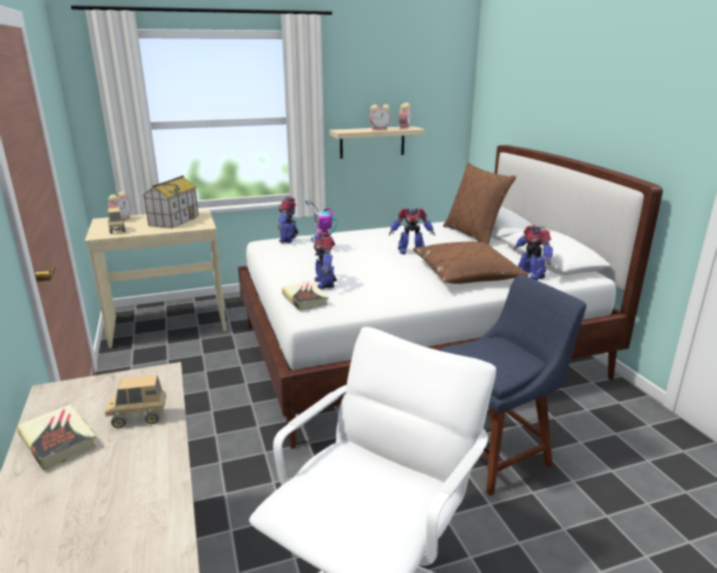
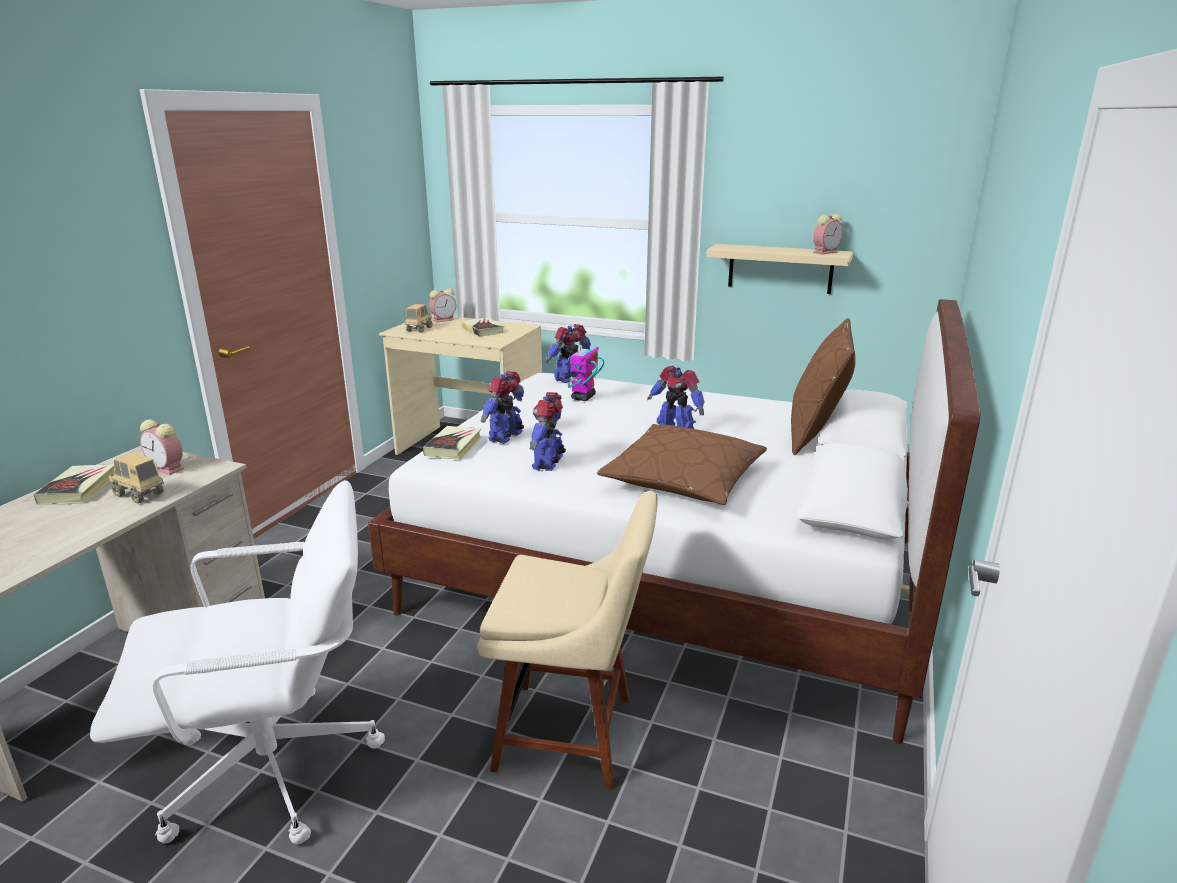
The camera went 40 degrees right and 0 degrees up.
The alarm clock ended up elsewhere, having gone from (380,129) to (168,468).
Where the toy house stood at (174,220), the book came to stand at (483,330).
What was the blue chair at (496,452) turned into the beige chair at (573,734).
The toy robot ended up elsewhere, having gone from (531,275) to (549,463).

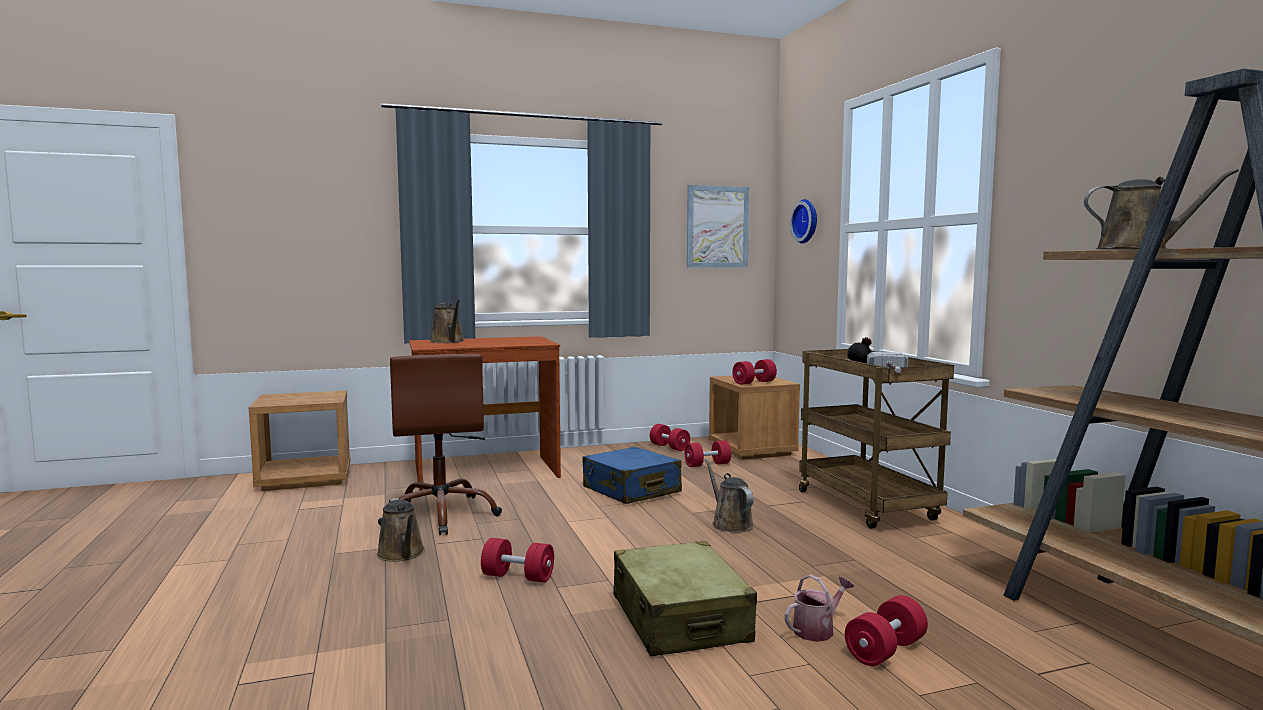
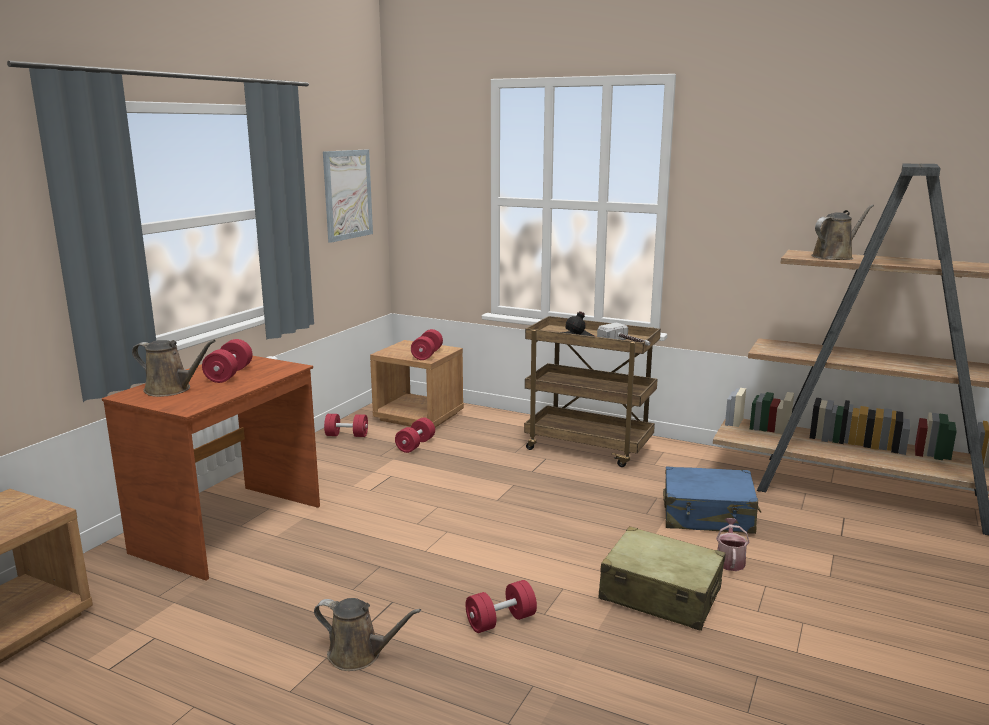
The camera went 45 degrees left and 10 degrees up.
The red dumbbell ended up elsewhere, having gone from (885,650) to (229,374).
The blue suitcase ended up elsewhere, having gone from (631,490) to (708,515).
The second view lost the brown office chair at (441,515).
The second view lost the brown watering can at (730,523).
The second view lost the wall clock at (807,221).

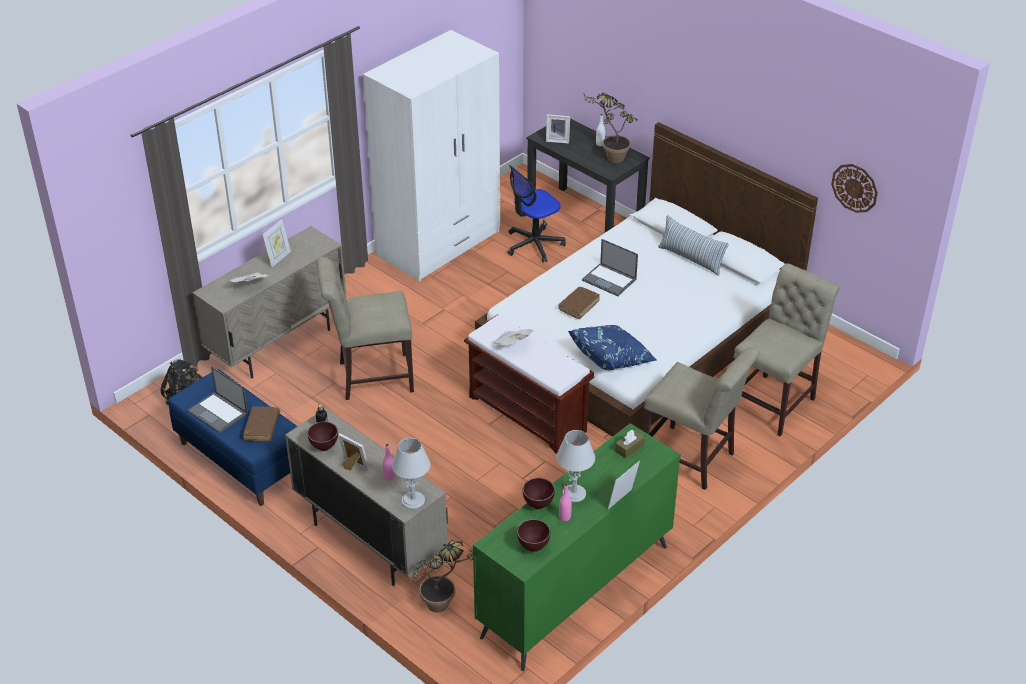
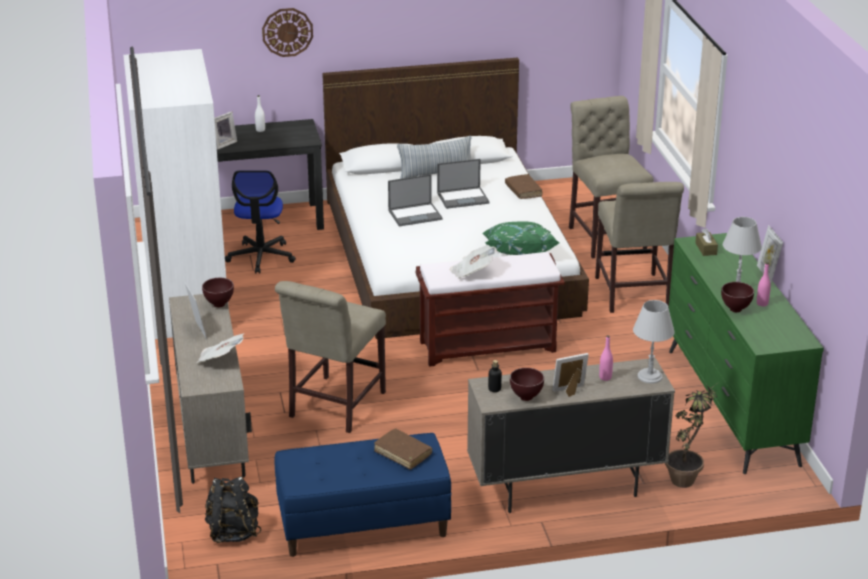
The camera went 55 degrees left and 10 degrees down.
The brown bowl ended up elsewhere, having gone from (534,547) to (220,304).
The wall clock ended up elsewhere, having gone from (854,188) to (287,32).
The laptop ended up elsewhere, having gone from (218,412) to (463,198).
What was the blue pillow at (612,358) turned into the green pillow at (519,251).
The brown book ended up elsewhere, having gone from (579,306) to (523,191).
The beige chair at (692,460) ended up facing another way, 105 degrees clockwise from before.
The second view lost the potted plant at (609,157).

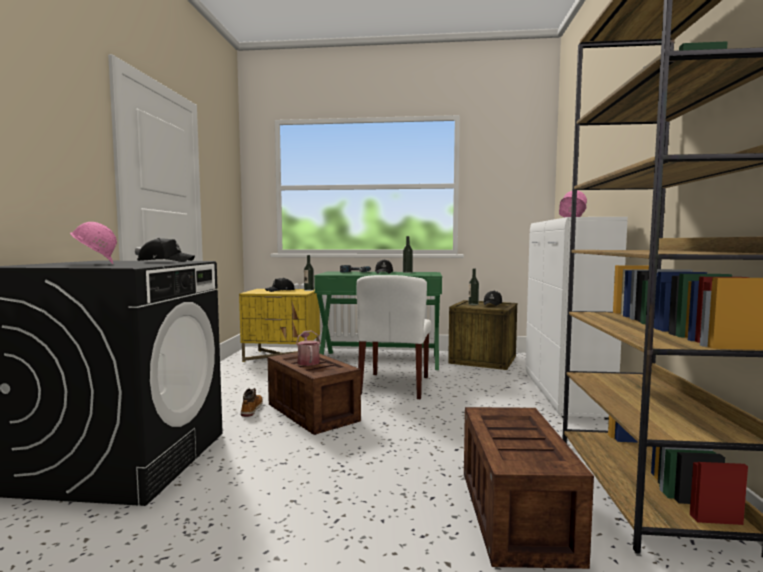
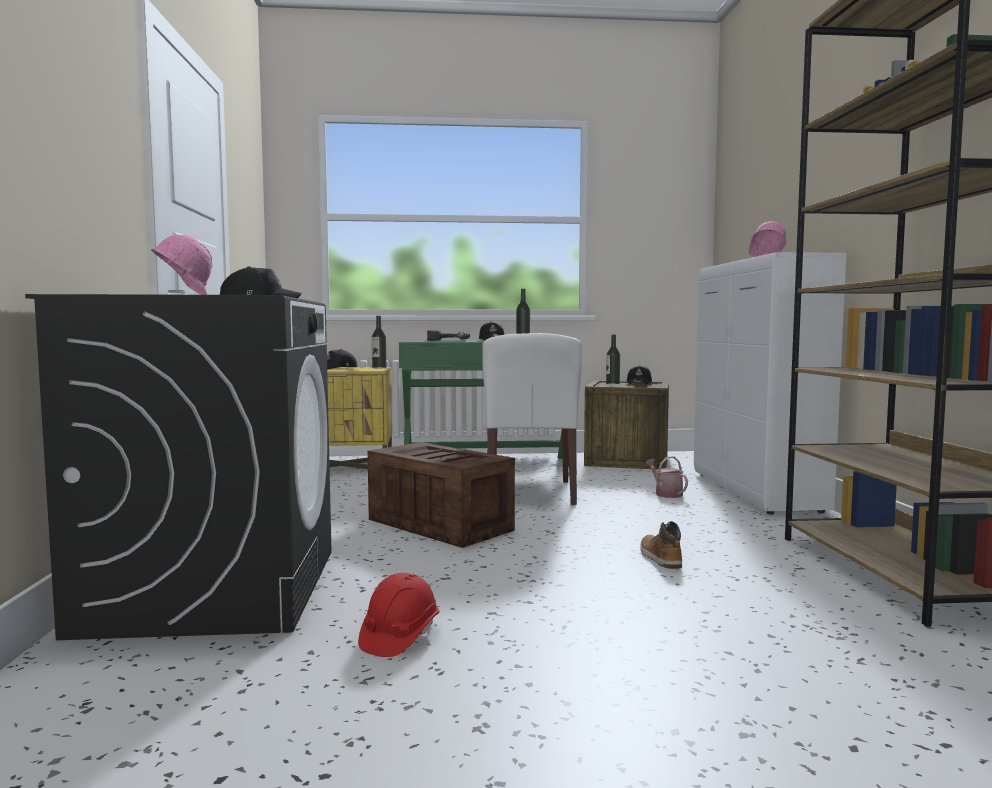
The camera went 10 degrees left and 0 degrees up.
The second view gained the red hard hat at (399,636).
The boot ended up elsewhere, having gone from (251,409) to (659,558).
The watering can ended up elsewhere, having gone from (308,361) to (666,493).
The second view lost the crate at (517,514).

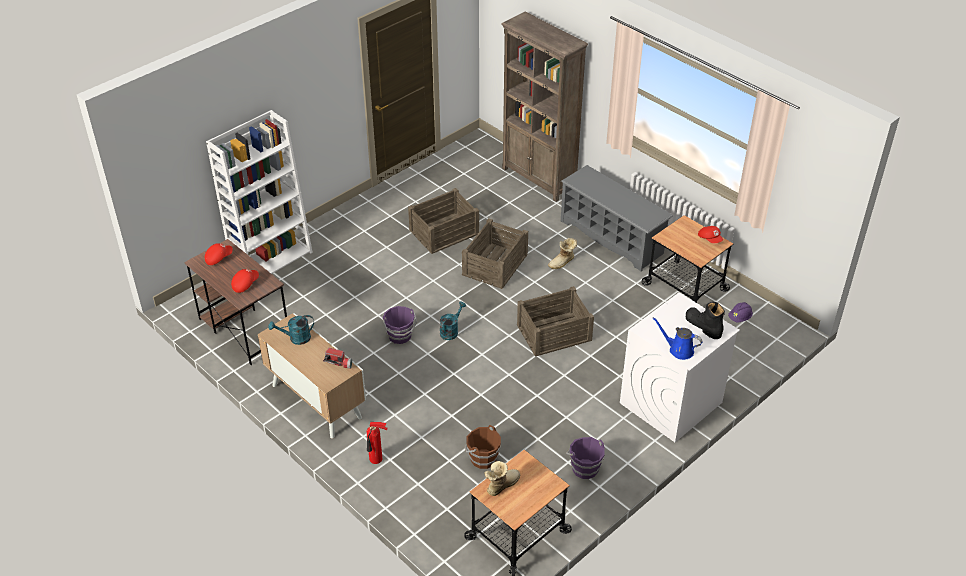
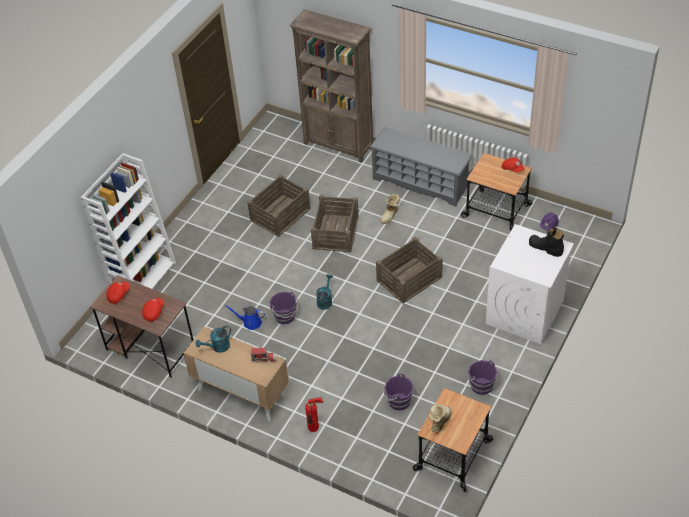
The camera went 15 degrees left and 5 degrees up.
The blue watering can ended up elsewhere, having gone from (678,350) to (250,322).
What was the brown bucket at (482,458) turned into the purple bucket at (398,401).

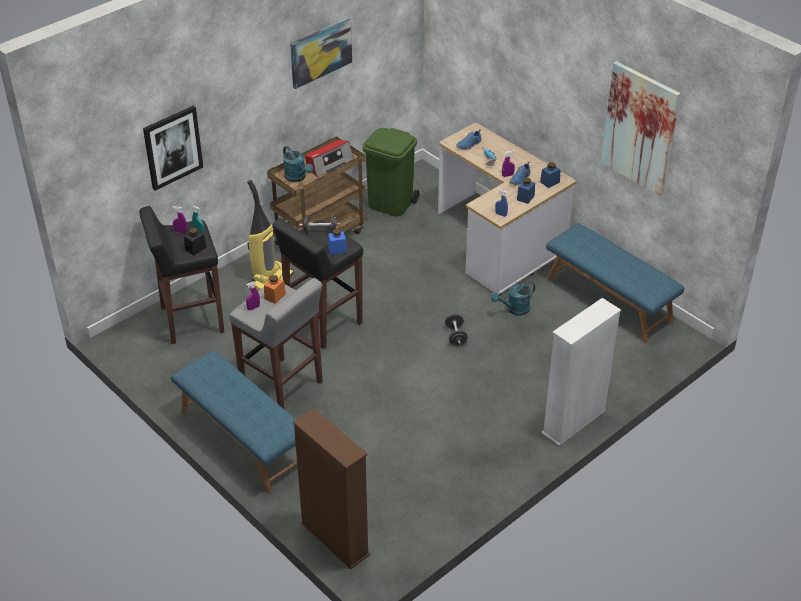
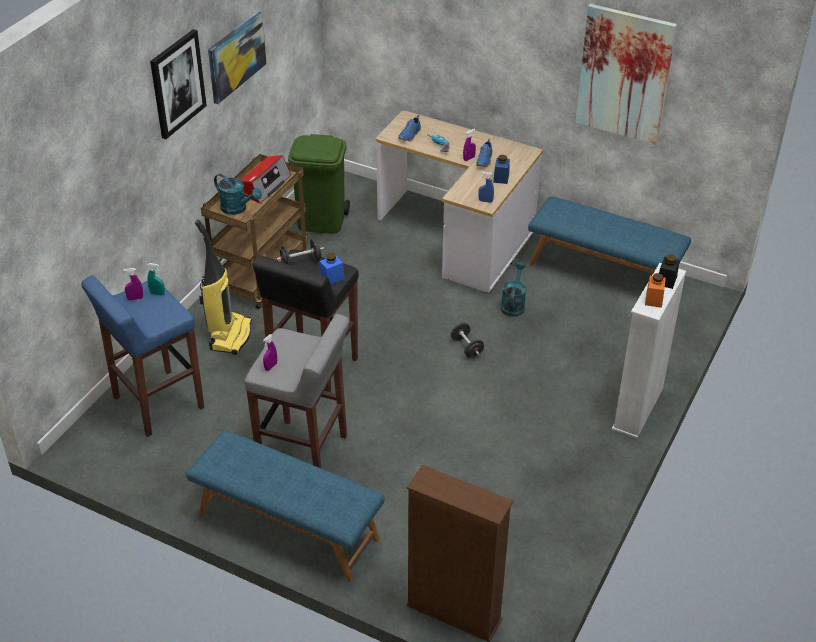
The camera went 20 degrees left and 0 degrees up.
What was the black stool at (191,320) turned into the blue stool at (157,403).
The picture ended up elsewhere, having gone from (172,147) to (177,83).
The turquoise watering can at (514,310) ended up facing another way, 150 degrees clockwise from before.
The orange jar ended up elsewhere, having gone from (275,296) to (654,299).
The black jar ended up elsewhere, having gone from (195,248) to (666,280).
The second view lost the blue jar at (550,182).

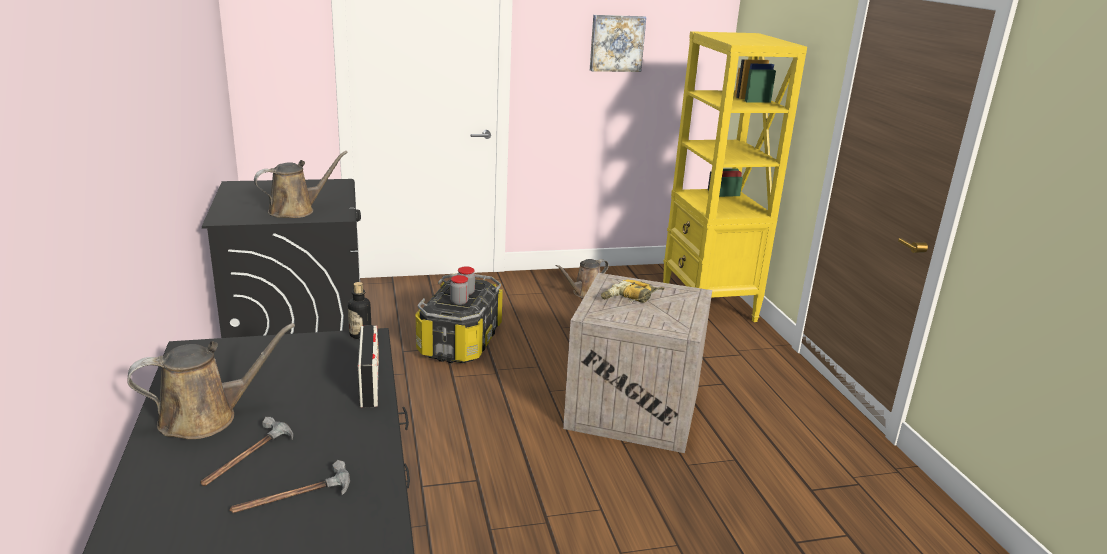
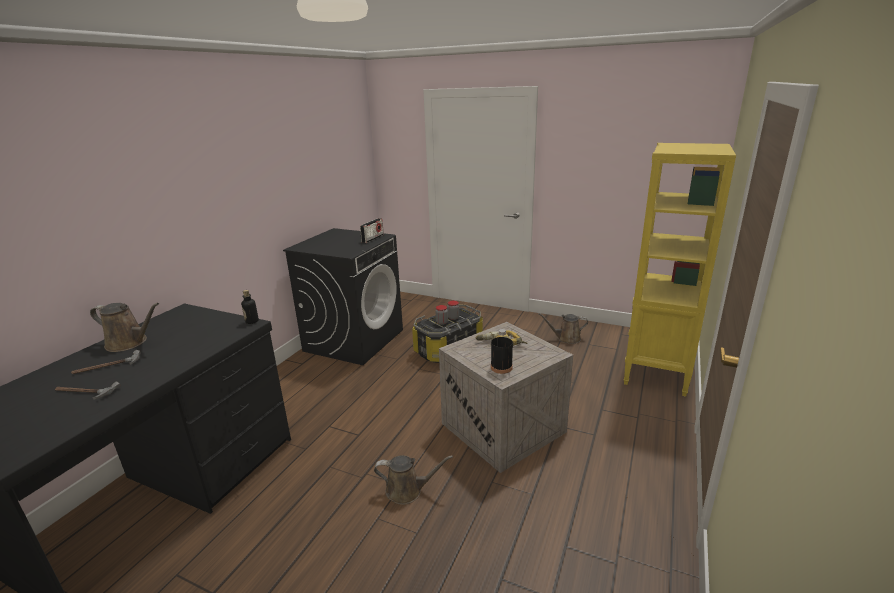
The camera went 40 degrees right and 0 degrees up.
The radio ended up elsewhere, having gone from (369,385) to (372,238).
The brown watering can ended up elsewhere, having gone from (296,210) to (407,490).
The second view gained the black bottle at (501,367).
The second view lost the picture at (616,43).

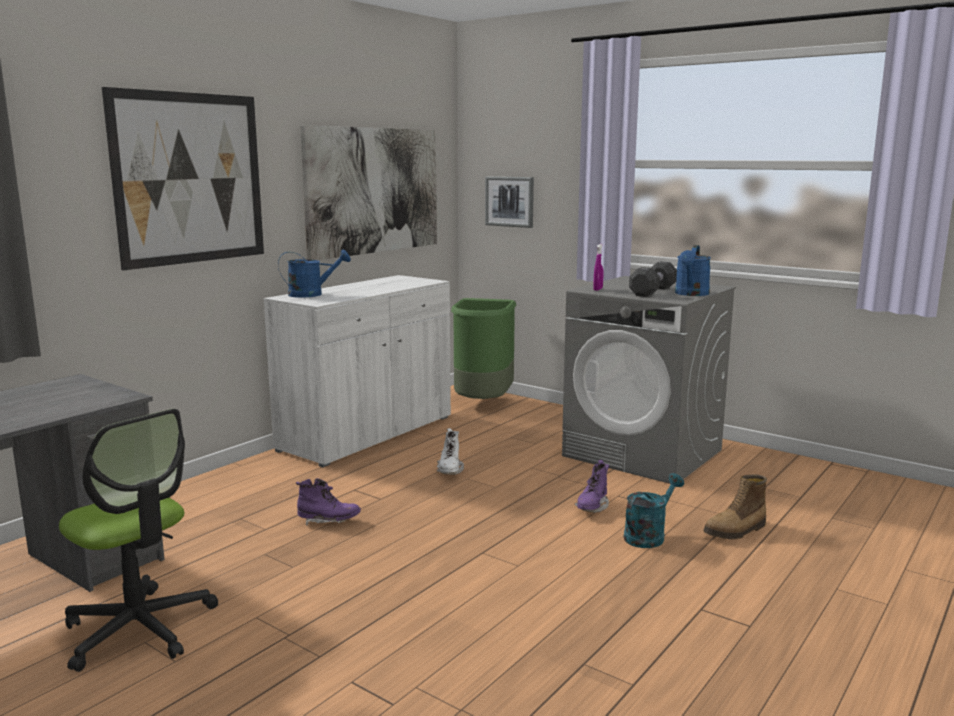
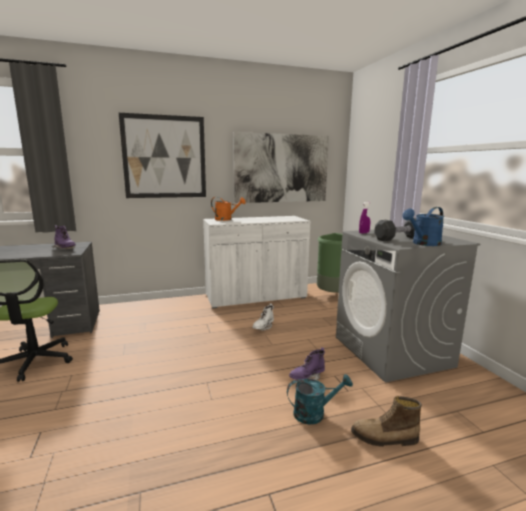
The camera went 35 degrees right and 0 degrees up.
The purple boot ended up elsewhere, having gone from (328,521) to (65,249).
What was the blue watering can at (312,294) turned into the orange watering can at (226,219).
The second view lost the picture at (509,201).

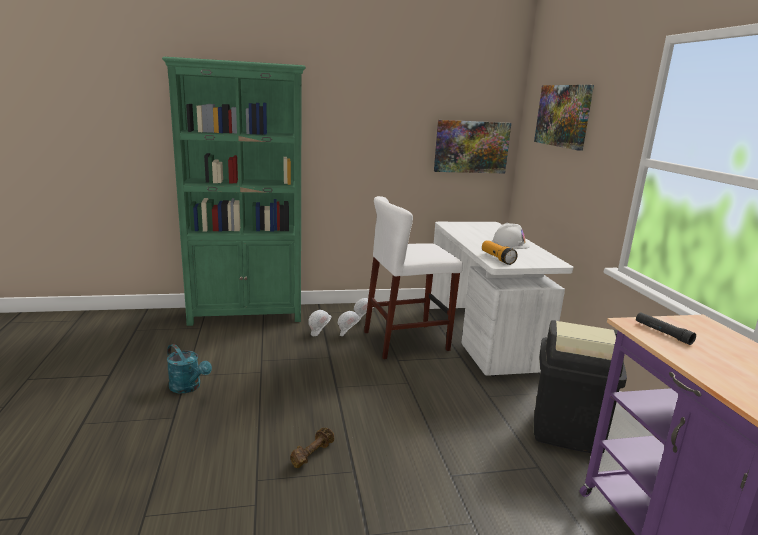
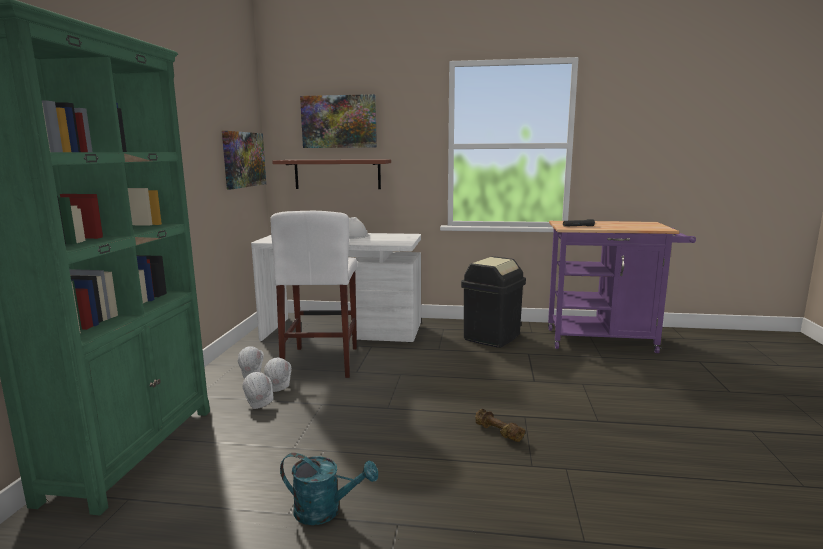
The camera went 70 degrees left and 5 degrees down.
The second view gained the shelf at (337,174).
The turquoise watering can at (188,387) ended up facing another way, 45 degrees clockwise from before.
The second view lost the flashlight at (497,258).

